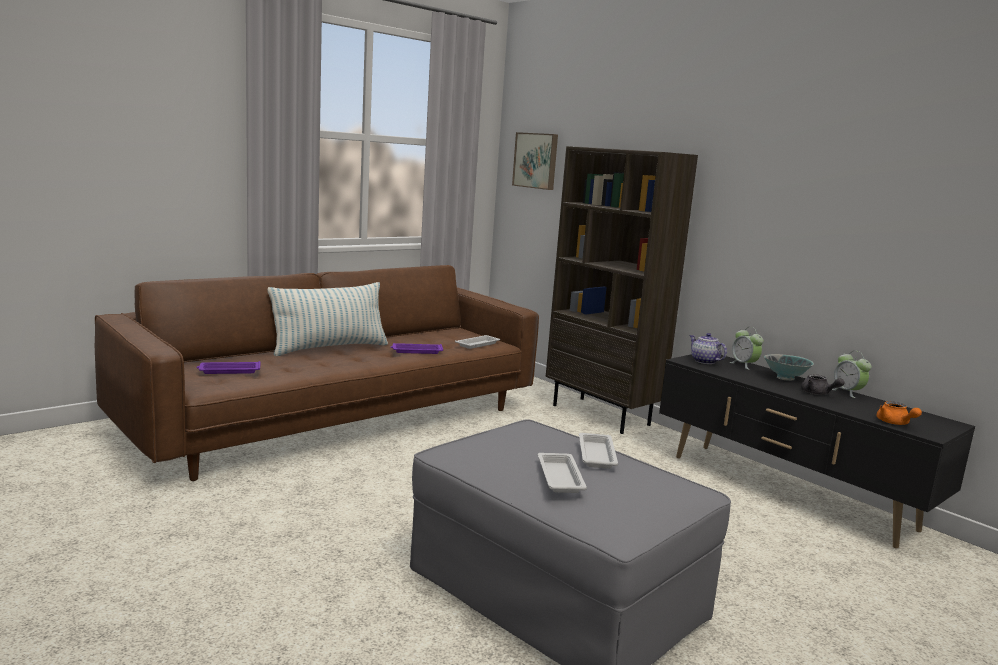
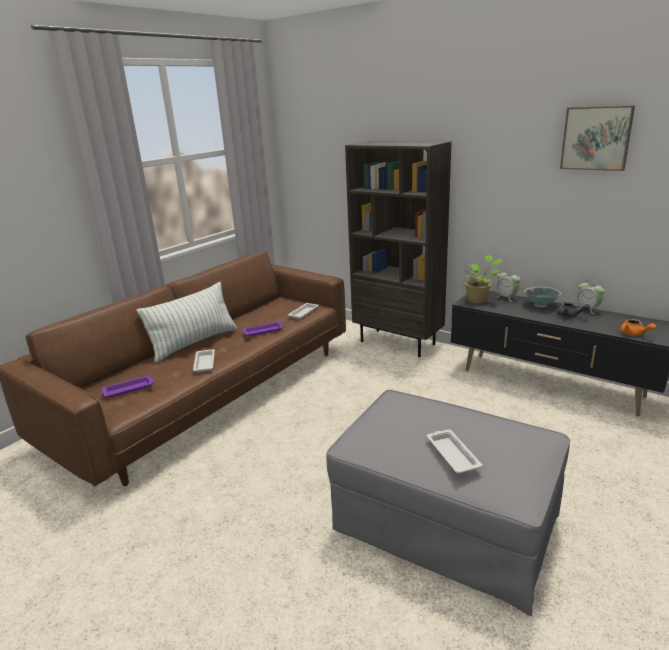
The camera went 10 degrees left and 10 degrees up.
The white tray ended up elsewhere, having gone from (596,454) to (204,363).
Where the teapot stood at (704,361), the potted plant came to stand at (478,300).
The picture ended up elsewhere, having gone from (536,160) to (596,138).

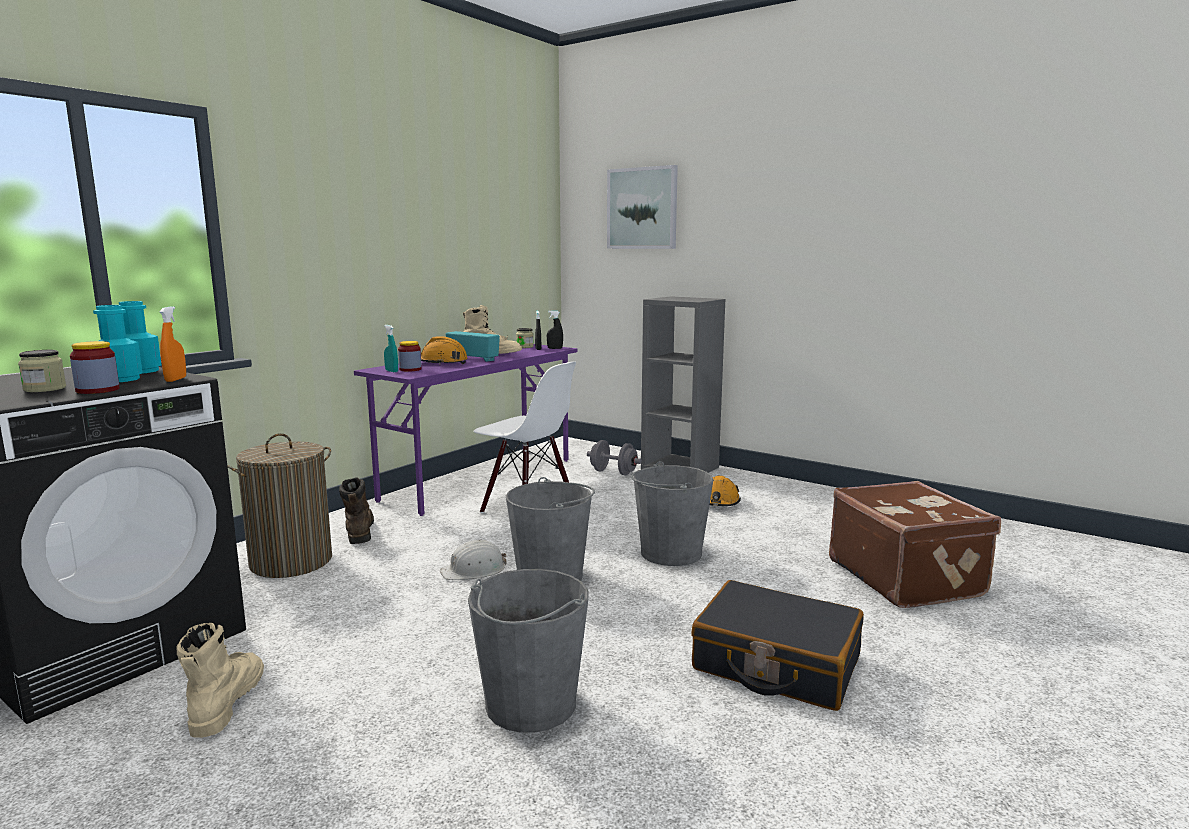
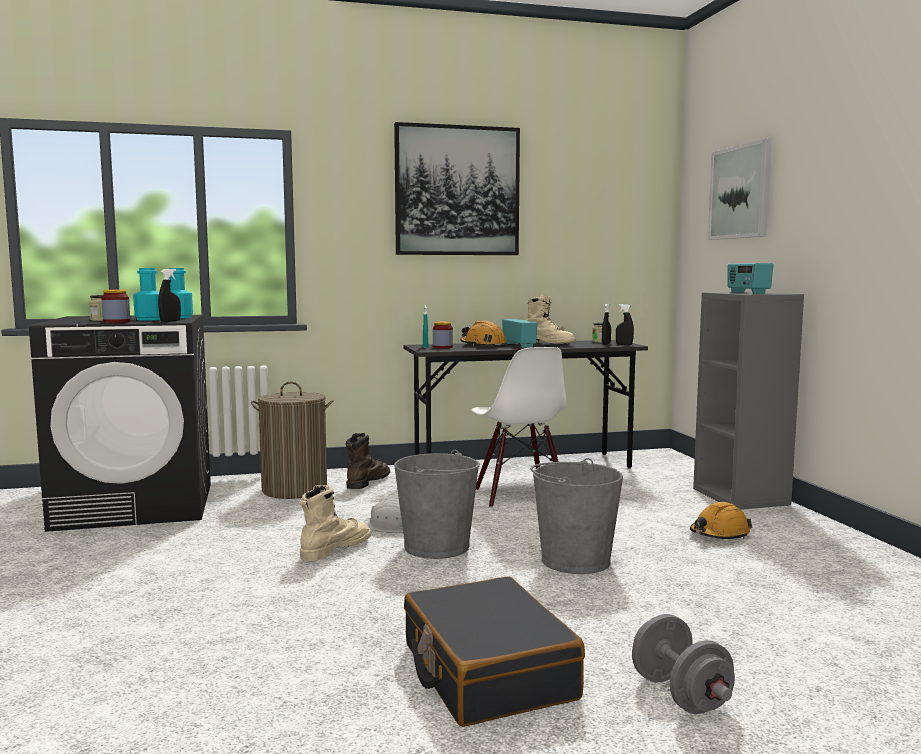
The camera went 40 degrees right and 5 degrees down.
What was the orange spray bottle at (175,379) turned into the black spray bottle at (170,321).
The beige boot ended up elsewhere, having gone from (226,702) to (335,549).
The second view gained the picture at (457,191).
What was the purple desk at (480,479) turned into the grey desk at (523,467).
The grey dumbbell ended up elsewhere, having gone from (613,472) to (680,695).
The second view gained the radio at (747,293).
The second view lost the grey bucket at (530,704).
The second view lost the brown suitcase at (906,577).

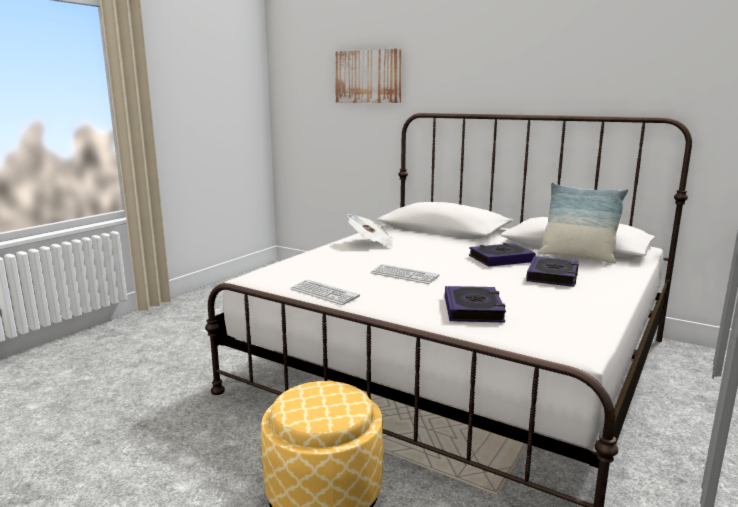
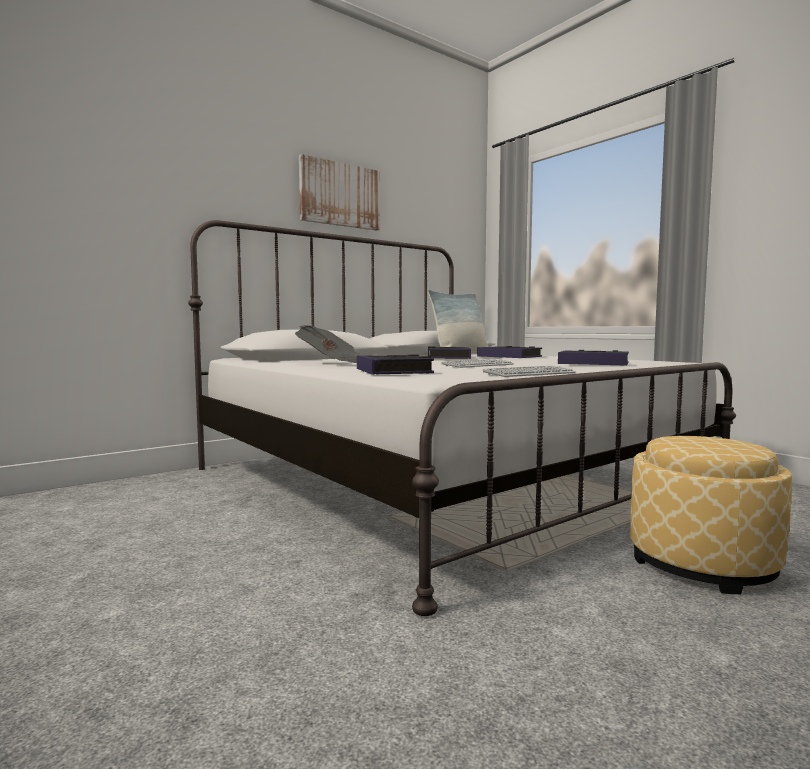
The camera went 70 degrees left and 10 degrees down.
The picture ended up elsewhere, having gone from (368,76) to (340,195).
The second view gained the book at (393,371).

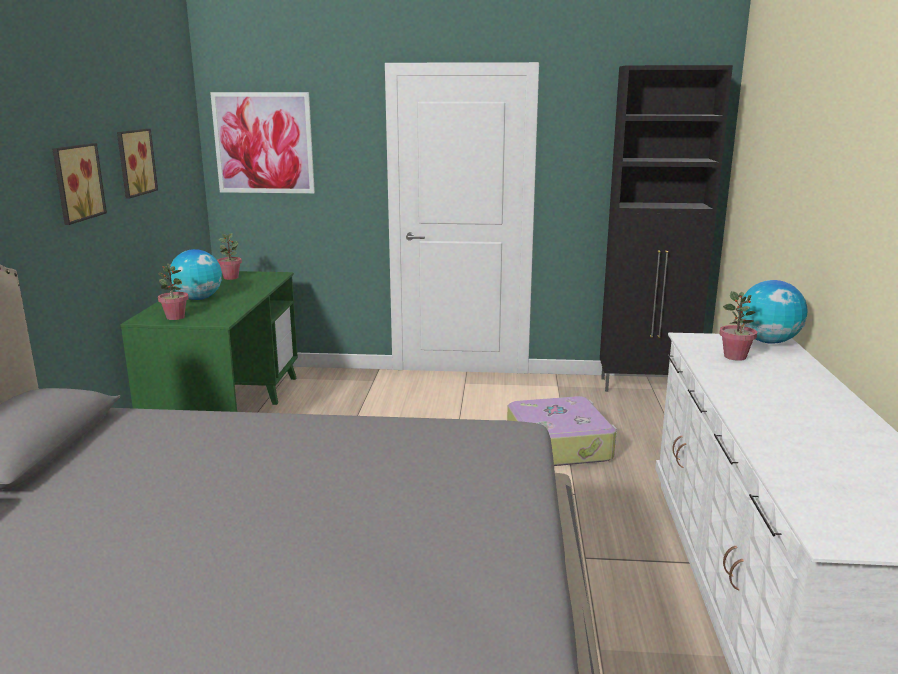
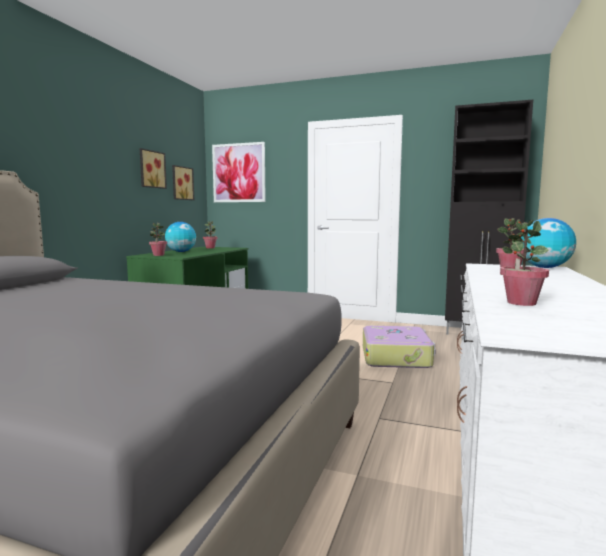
The camera went 15 degrees right and 10 degrees down.
The picture ended up elsewhere, having gone from (75,182) to (181,183).
The second view gained the potted plant at (521,303).

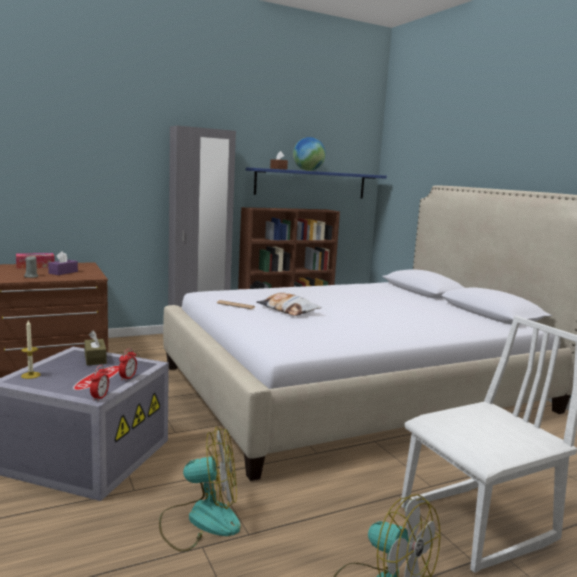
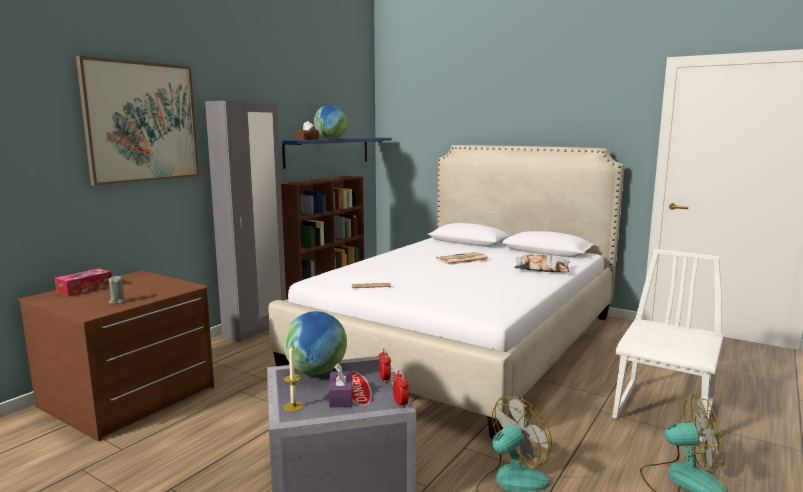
The camera went 30 degrees left and 0 degrees up.
The second view gained the picture at (142,122).
Where the brown tissue box stood at (95,358), the globe came to stand at (316,372).
The purple tissue box ended up elsewhere, having gone from (63,272) to (341,397).
The second view gained the newspaper at (462,259).
The pillow ended up elsewhere, having gone from (288,310) to (542,269).

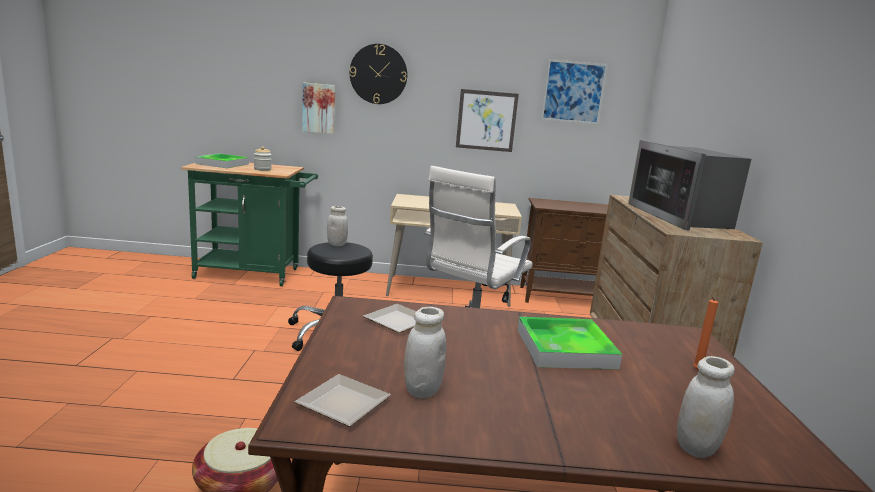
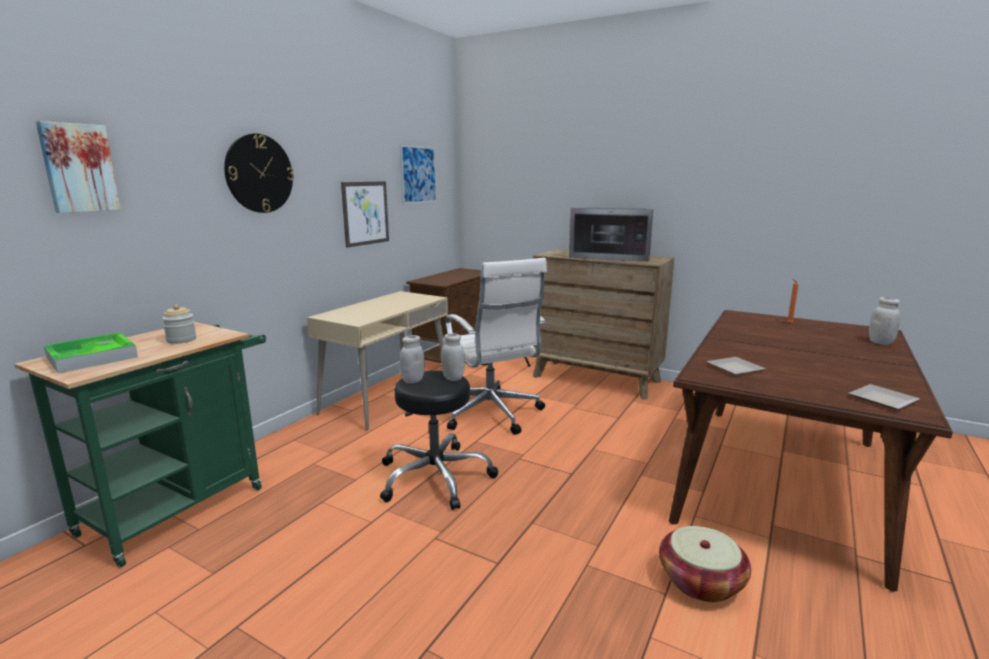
The camera went 60 degrees left and 0 degrees up.
The picture ended up elsewhere, having gone from (319,108) to (78,168).
The white jar ended up elsewhere, having gone from (422,390) to (453,378).
The second view lost the tray at (565,348).

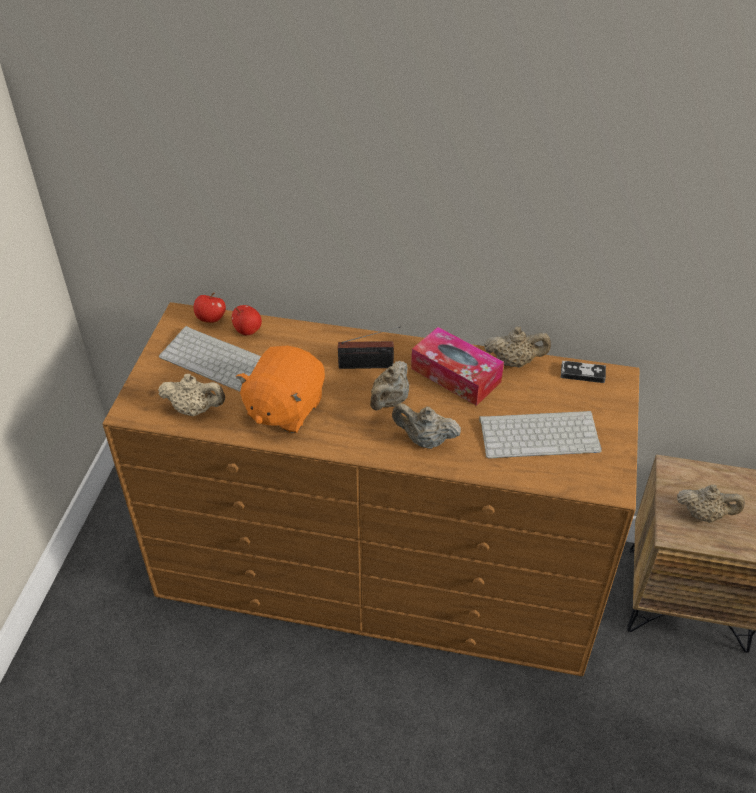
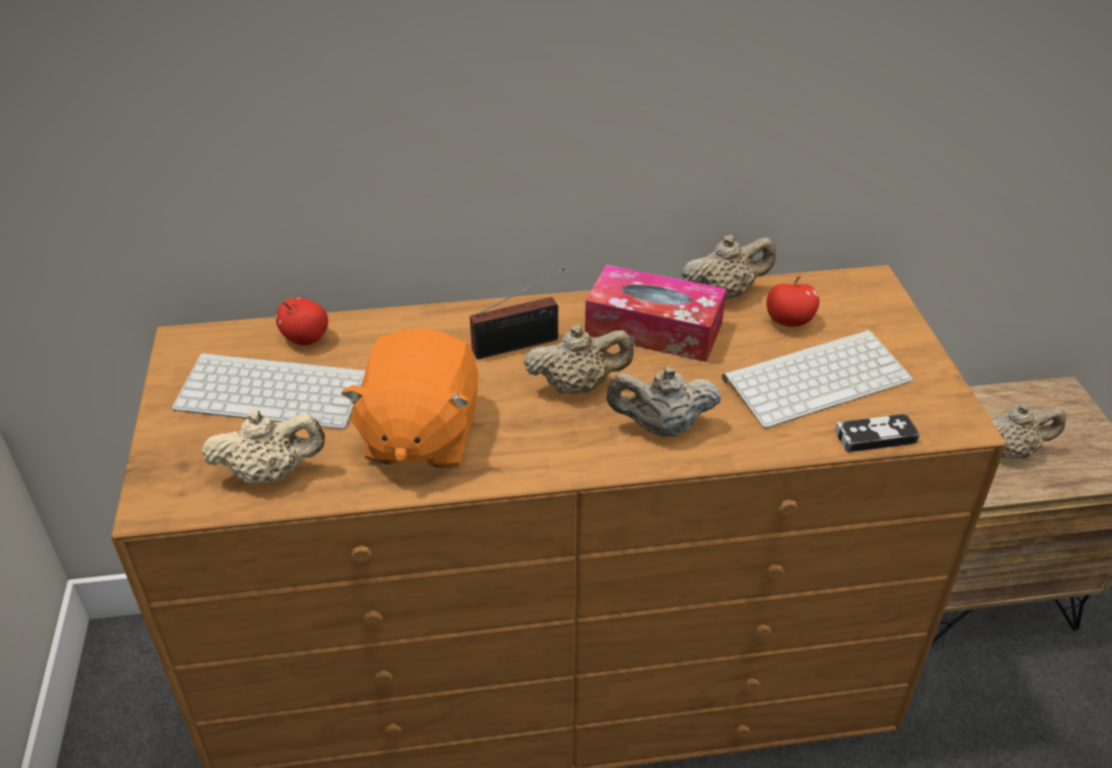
The camera went 20 degrees left and 5 degrees down.
The beige teapot at (389,401) ended up facing another way, 105 degrees counterclockwise from before.
The apple ended up elsewhere, having gone from (211,319) to (789,322).
The game controller ended up elsewhere, having gone from (582,374) to (875,436).

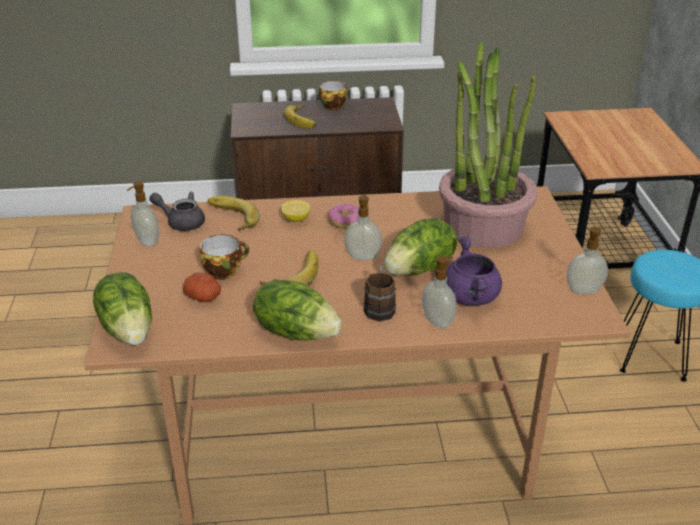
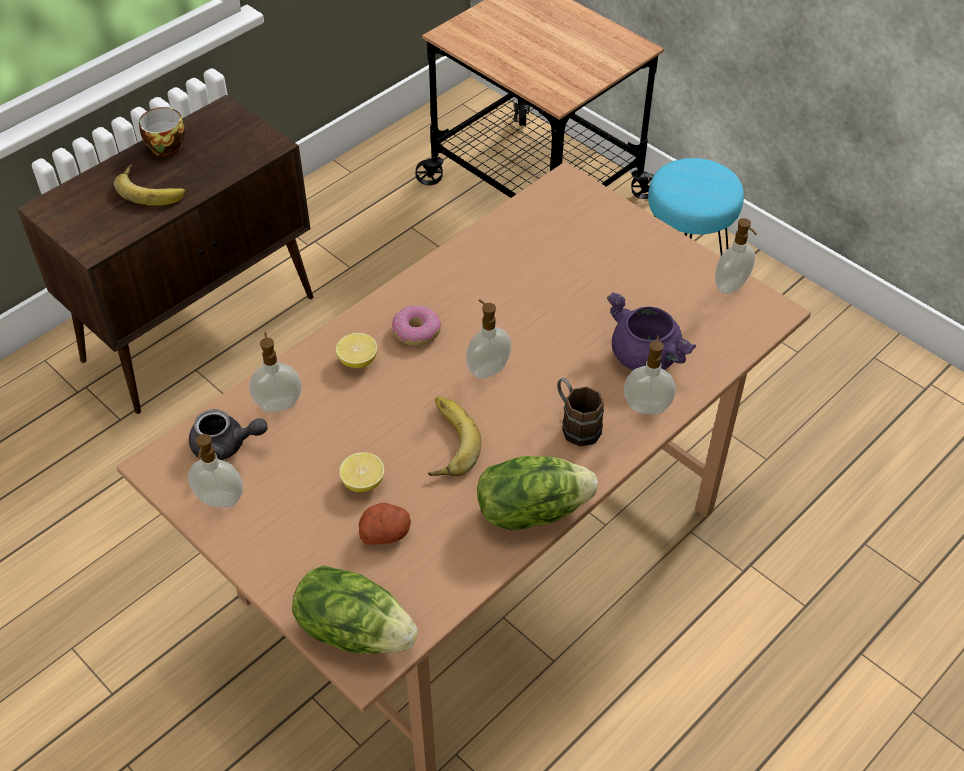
The camera went 40 degrees left and 15 degrees up.
The grey teapot at (181,222) ended up facing another way, 150 degrees counterclockwise from before.
Where the banana stood at (230,217), the soap dispenser came to stand at (278,403).
Where the cup stood at (224,270), the lemon came to stand at (363,482).
The second view lost the lettuce at (420,269).
The second view lost the potted plant at (483,225).

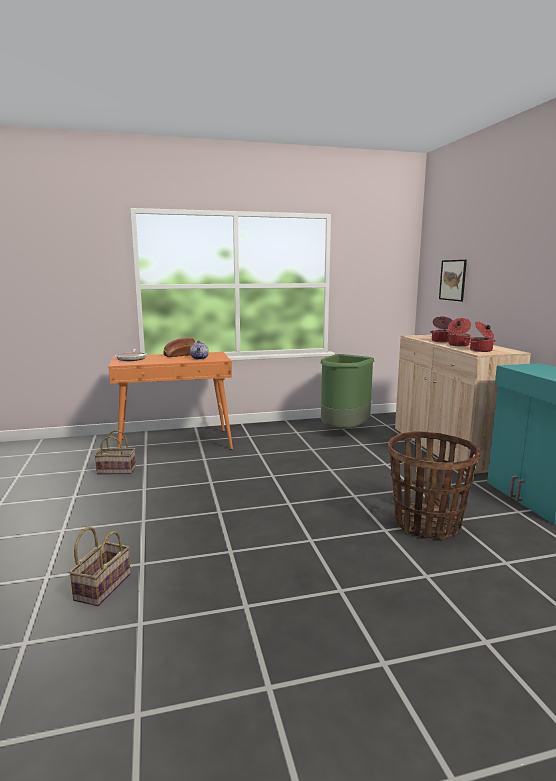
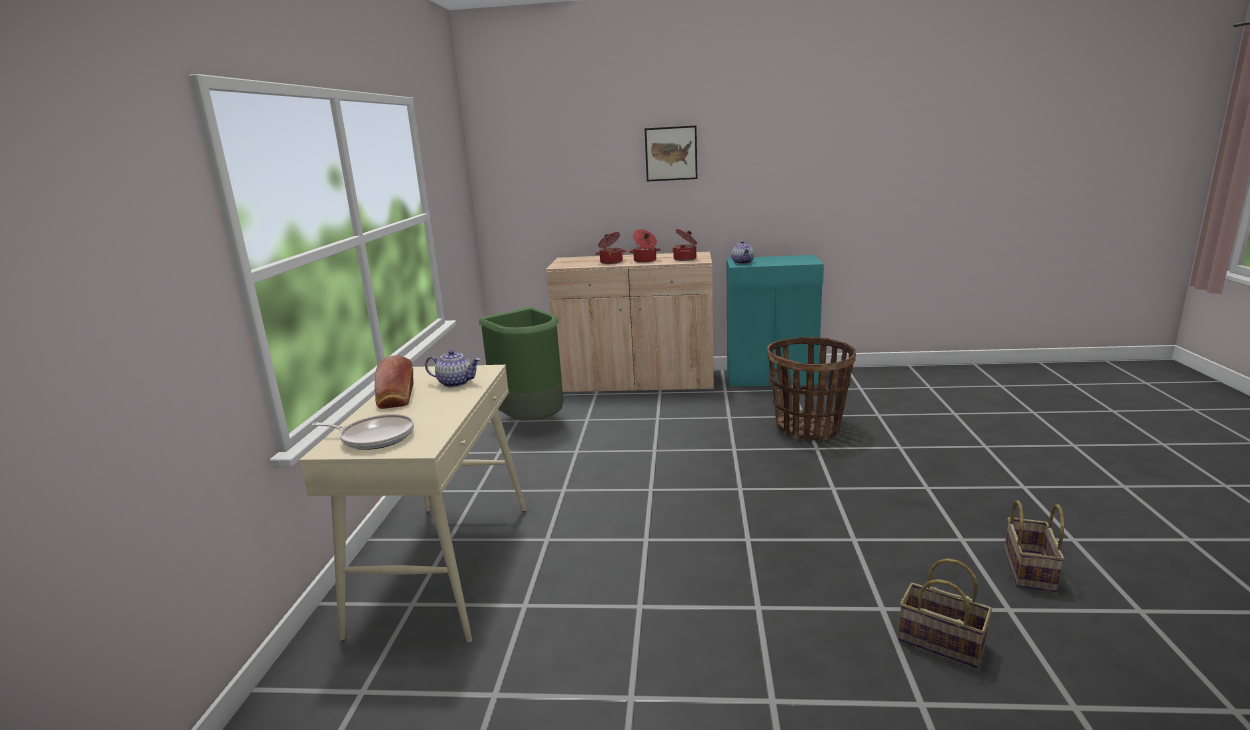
The camera went 70 degrees left and 5 degrees up.
What was the orange console table at (175,444) turned into the beige console table at (445,566).
The picture ended up elsewhere, having gone from (453,280) to (671,153).
The second view gained the teapot at (743,262).
The basket ended up elsewhere, having gone from (117,470) to (1027,569).

